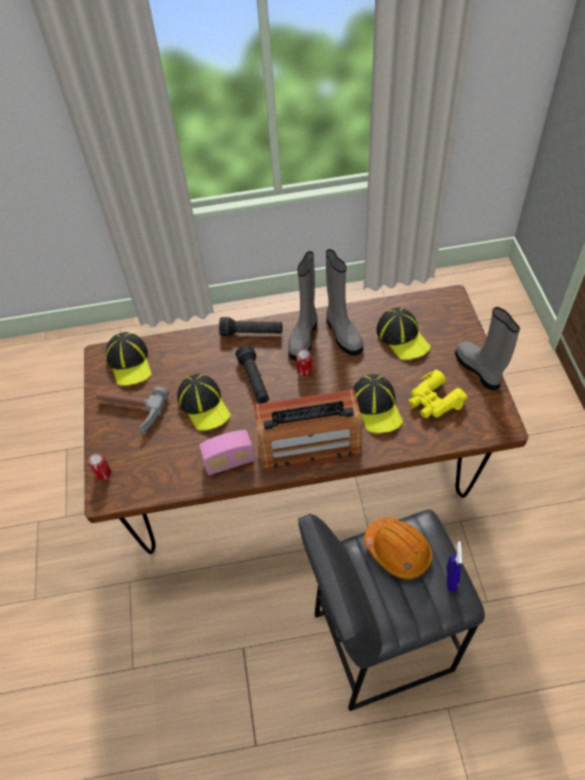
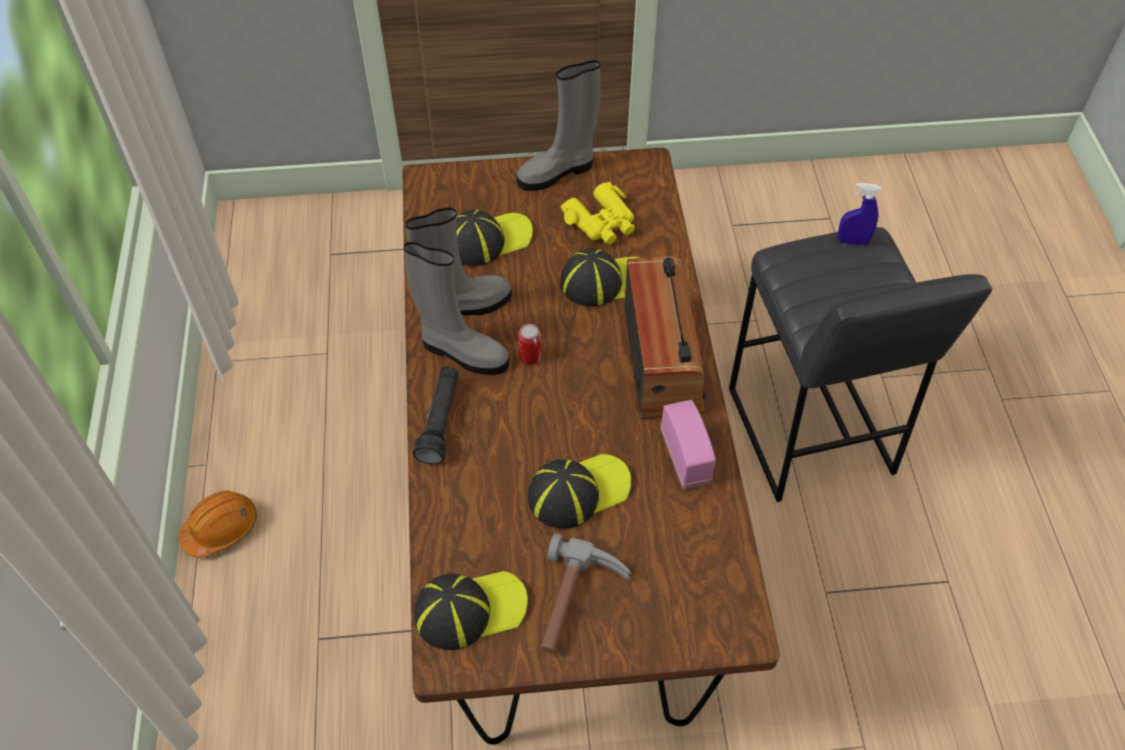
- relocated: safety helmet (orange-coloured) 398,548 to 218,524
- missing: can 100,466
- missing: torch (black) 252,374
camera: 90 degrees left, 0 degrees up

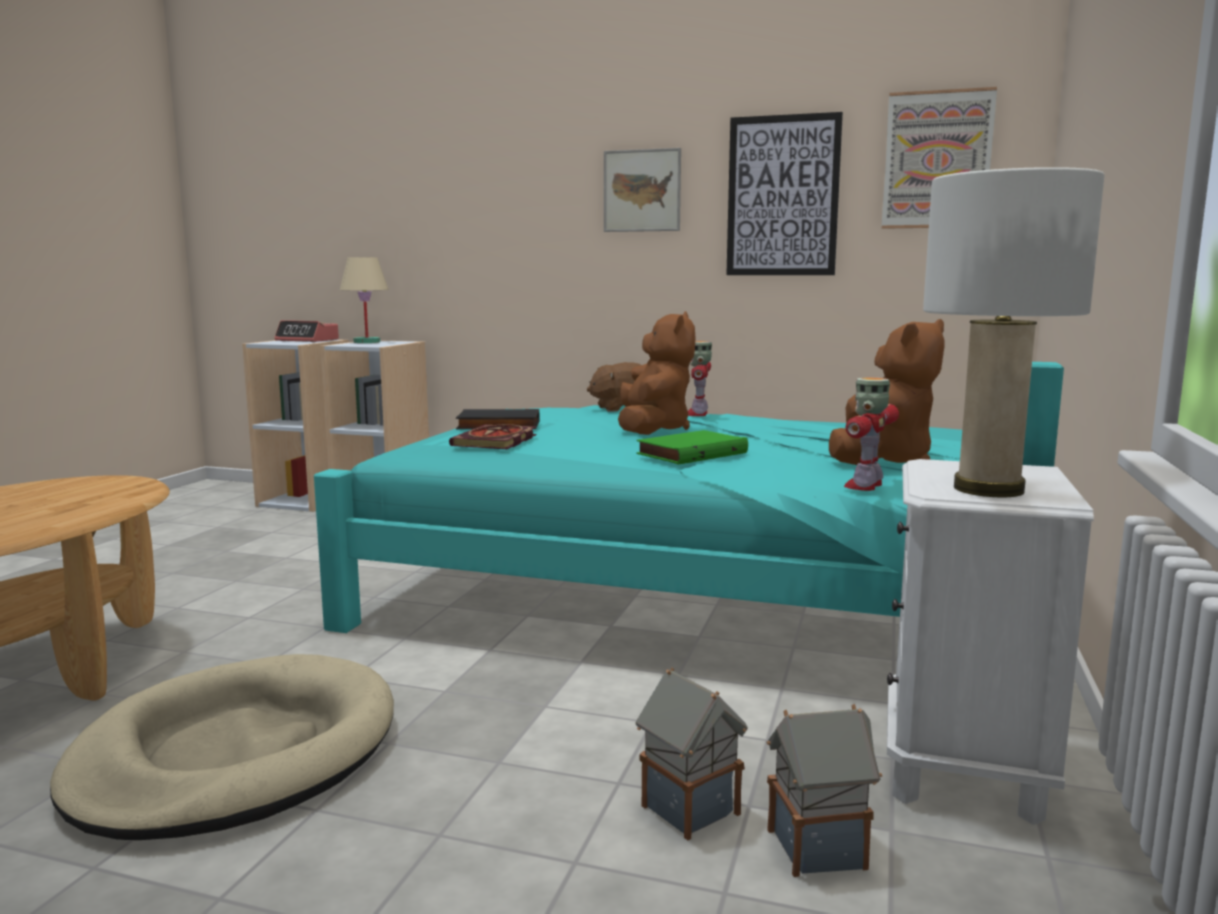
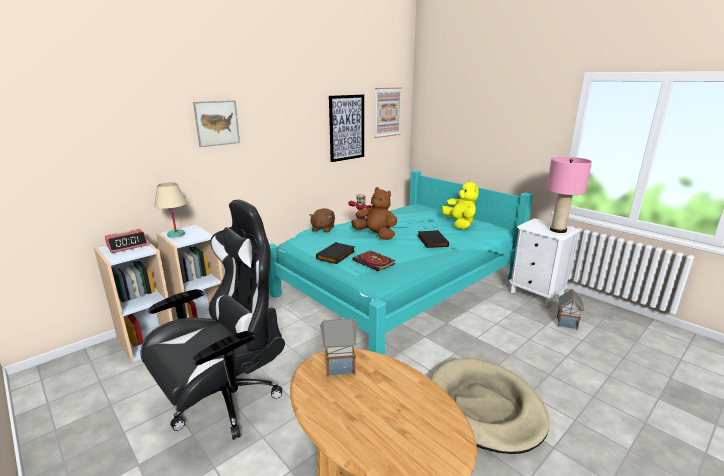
- appeared: computer chair (black) 212,319
- relocated: wall art 642,190 to 216,123
- relocated: model house 692,753 to 338,347
- colour: bound book (green-coloured) 692,447 to bound book (black) 433,239
- colour: cuddly toy (brownish) 887,392 to cuddly toy (yellow) 460,204
- colour: tabletop lamp (whitish) 1013,332 to tabletop lamp (pink-coloured) 569,195
- missing: toy robot 871,434
camera: 60 degrees left, 10 degrees up

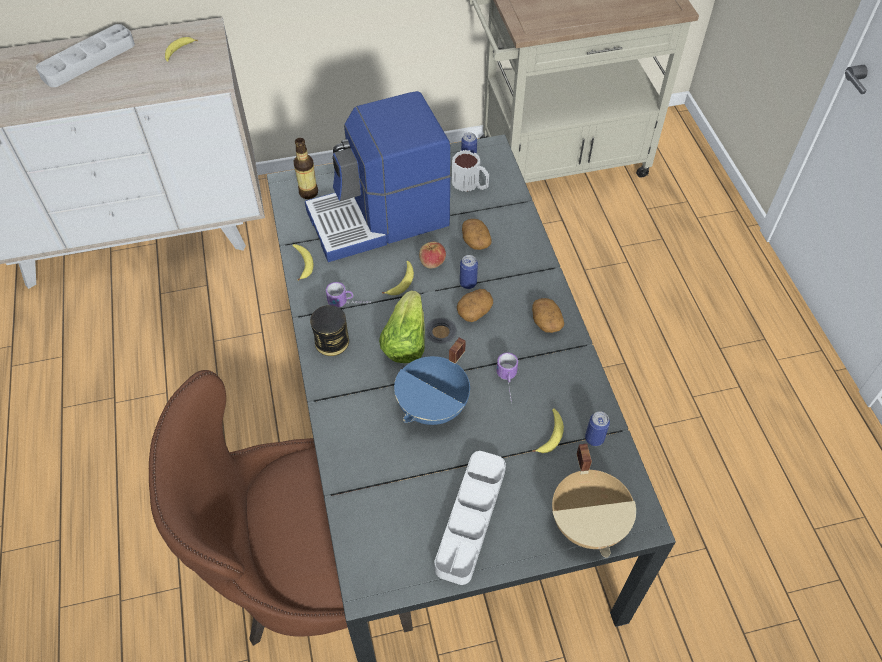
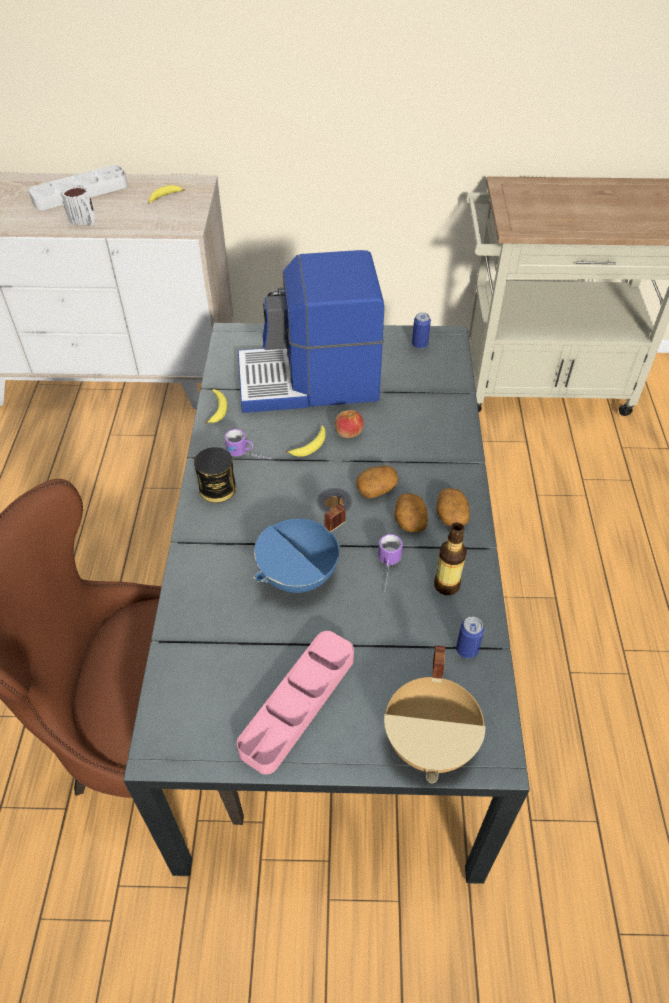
- relocated: mug 470,171 to 78,205
- colour: serving tray (grey) 470,518 to serving tray (pink-coloured) 295,703
- relocated: spud 477,234 to 411,512
- relocated: beverage bottle 306,168 to 450,559
- missing: head of lettuce 402,327
- missing: can 469,272
- missing: whole banana 548,430
camera: 15 degrees right, 5 degrees down

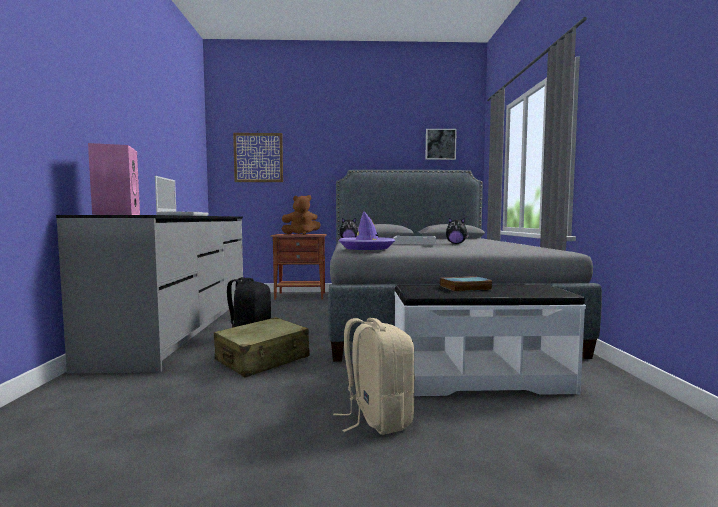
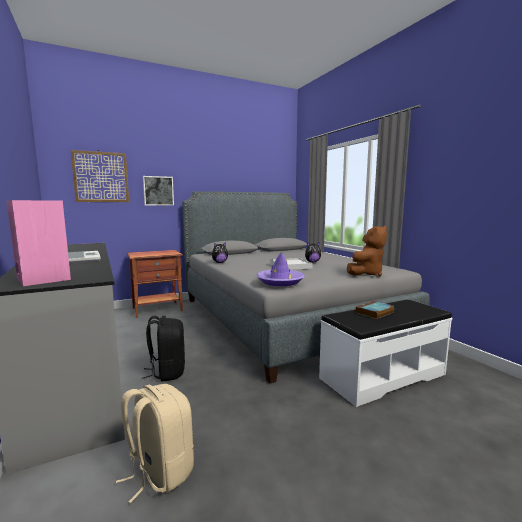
- relocated: rucksack (beige-coloured) 374,376 to 155,444
- relocated: wall art 441,144 to 158,190
- relocated: cuddly toy (brownish) 301,215 to 367,251
- missing: piece of luggage (beige-coloured) 261,347
camera: 25 degrees left, 5 degrees up

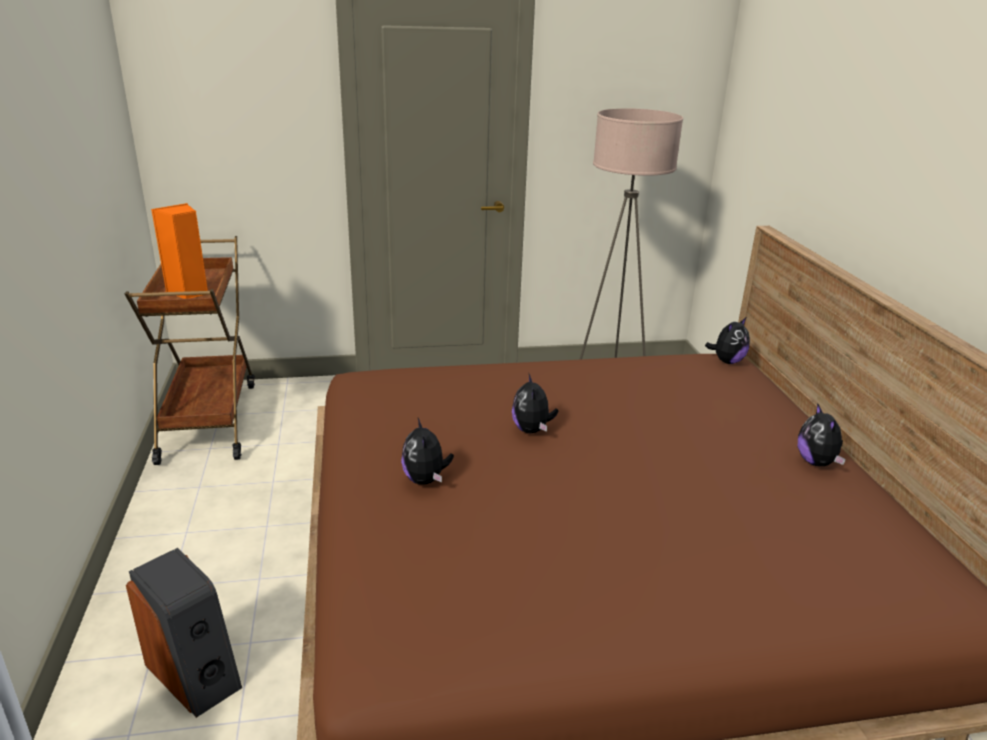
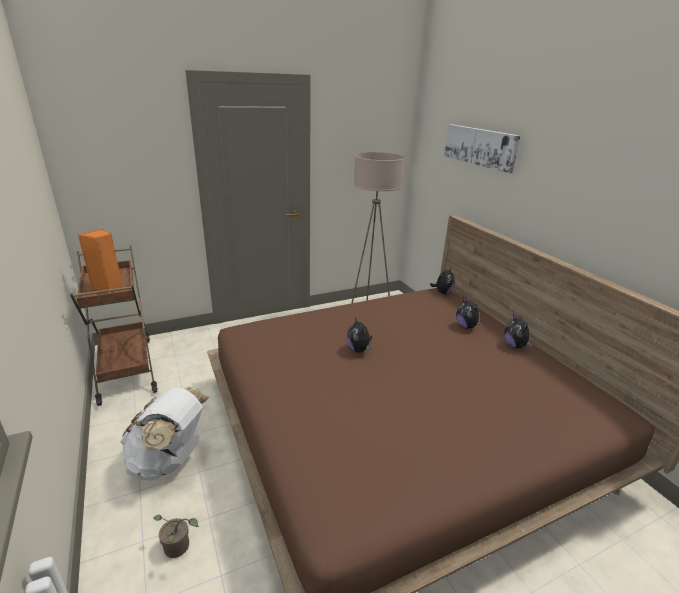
- appeared: rucksack (whitish) 164,434
- exchanged: audio speaker 184,633 to potted plant 176,536
- appeared: wall art 482,148
- relocated: cuddly toy 427,451 to 469,313
camera: 15 degrees left, 0 degrees up

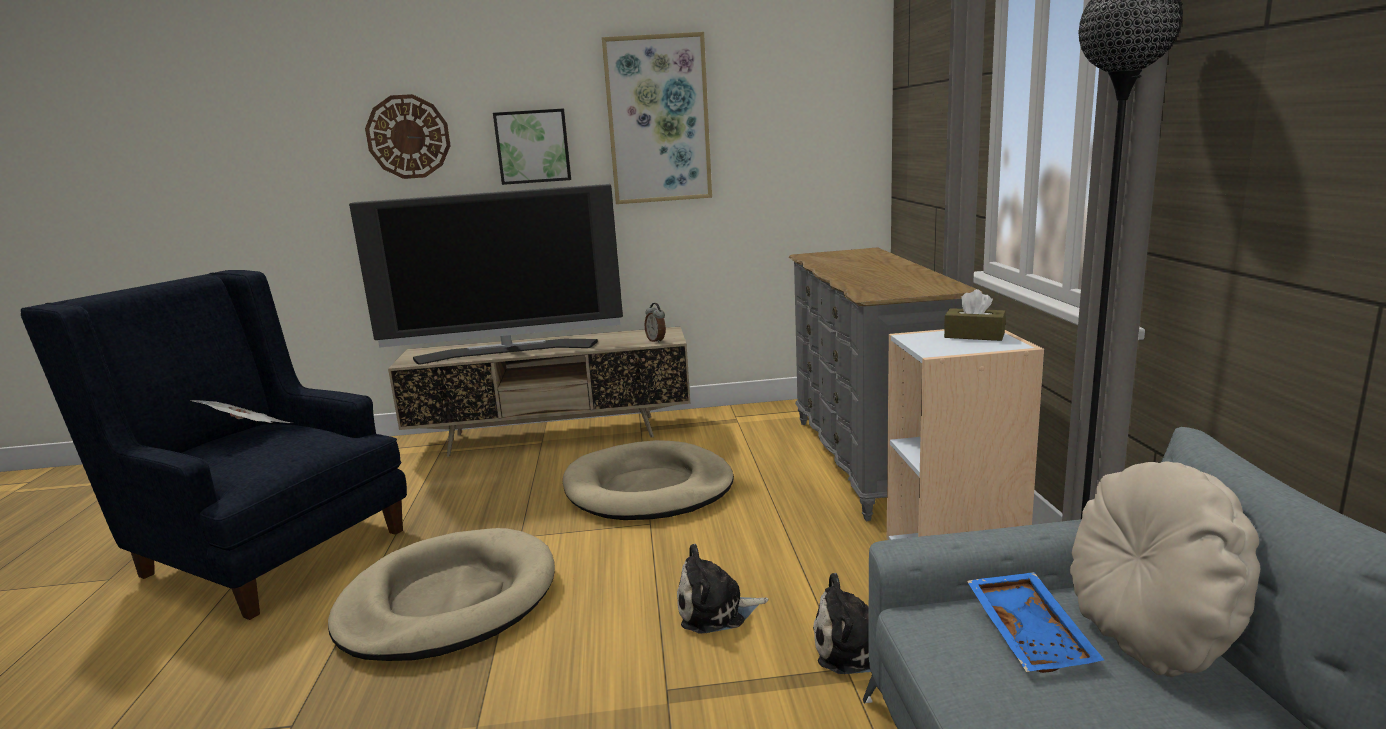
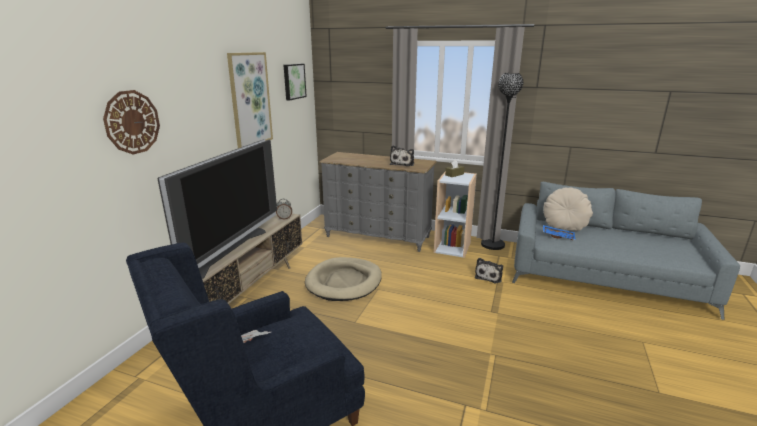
- relocated: wall art 532,147 to 295,82
- relocated: cuddly toy 722,588 to 402,155
- missing: dog cushion (beige-coloured) 441,594
camera: 65 degrees left, 5 degrees up

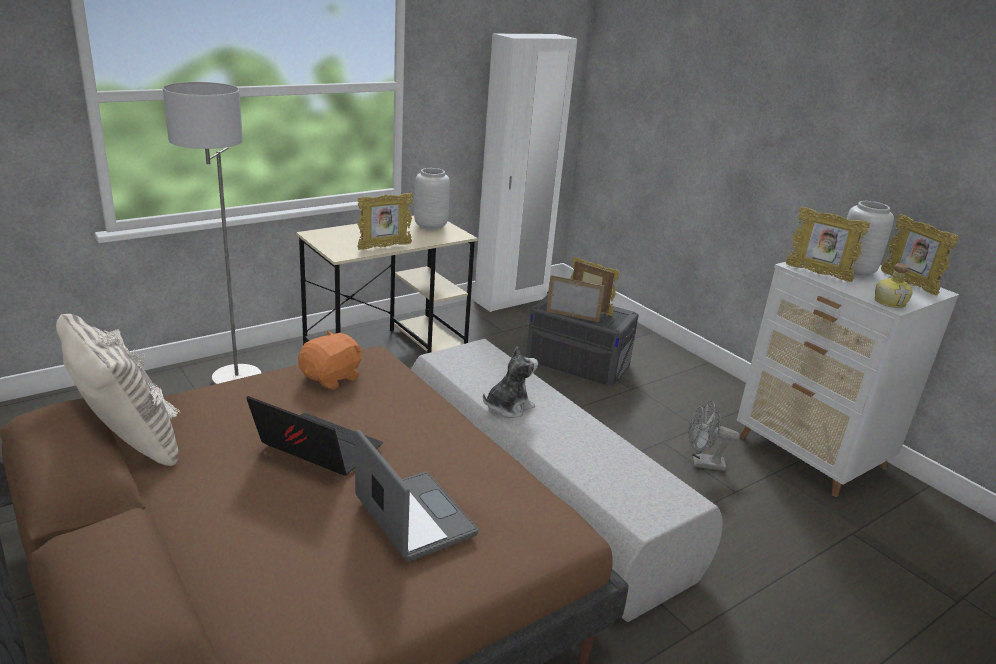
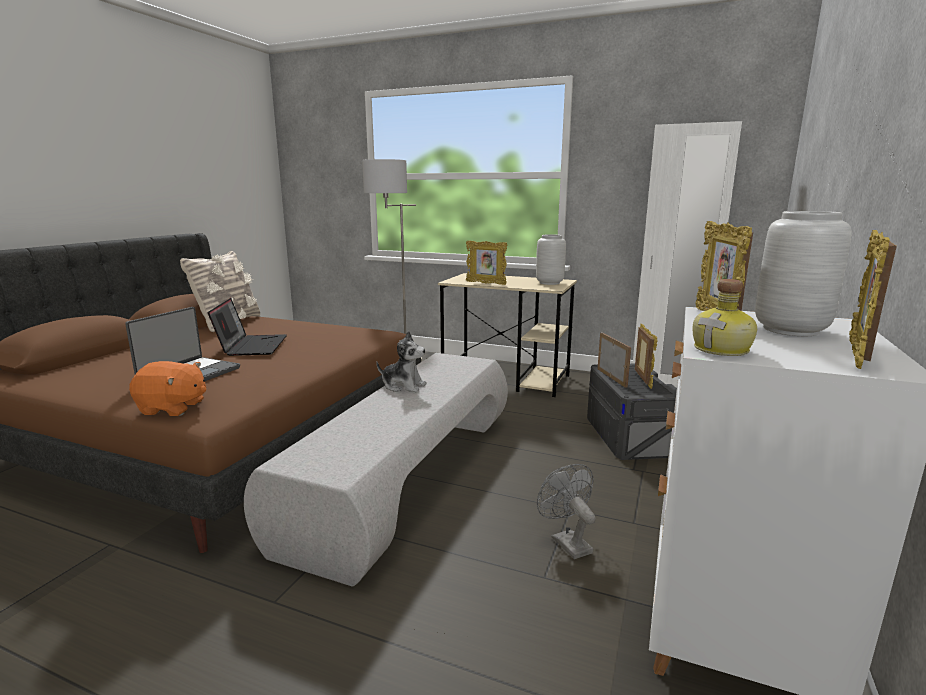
- relocated: cuddly toy (orange-coloured) 330,360 to 167,388
camera: 60 degrees right, 10 degrees down

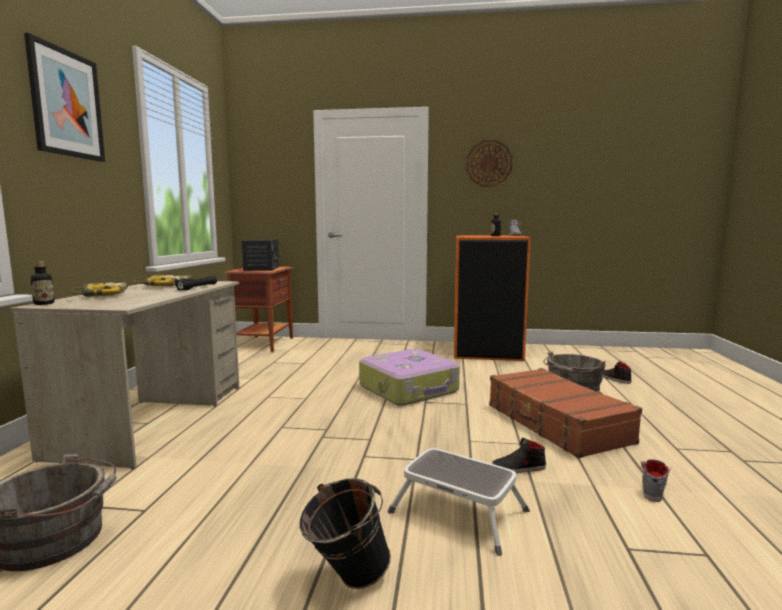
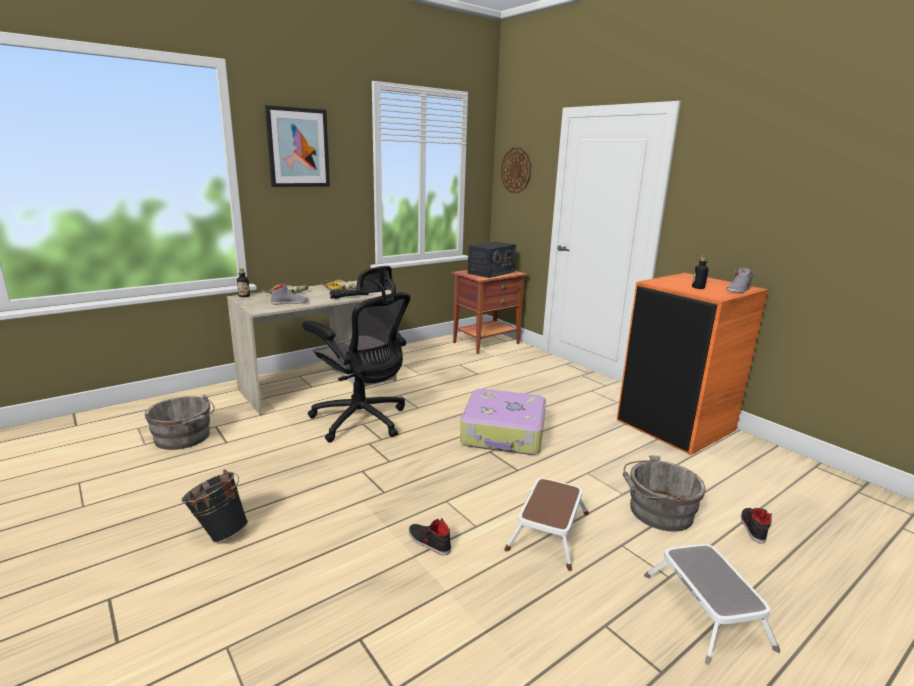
- relocated: item of footwear (grey) 656,480 to 290,293
- appeared: computer chair 356,354
- relocated: wall clock 489,163 to 516,170
- exchanged: piece of luggage (brownish) 565,413 to stepladder (brownish) 546,524
- relocated: stepladder (grey) 458,502 to 712,604
camera: 45 degrees right, 10 degrees up

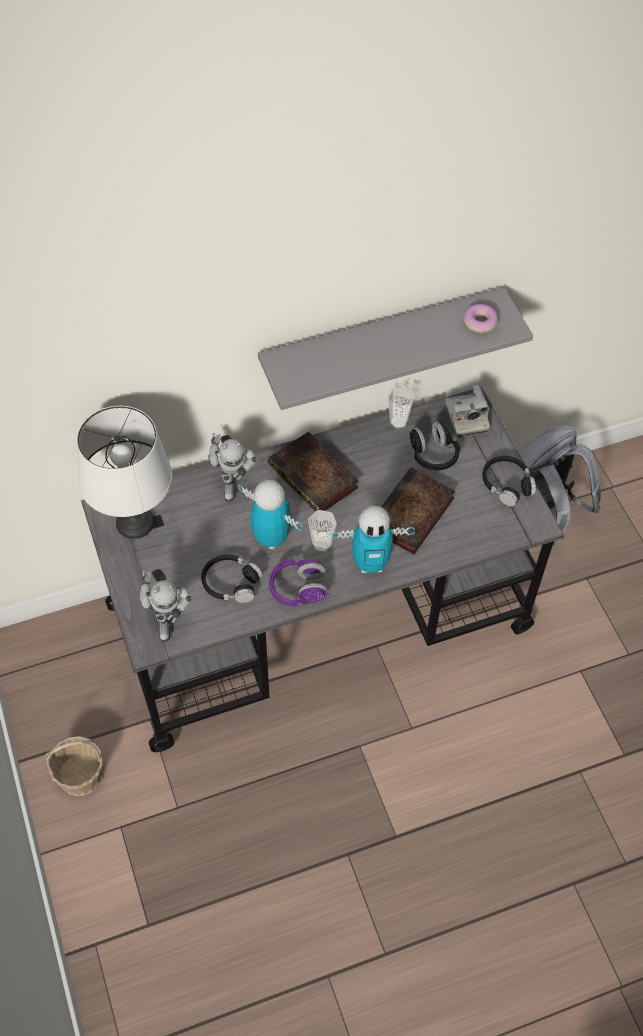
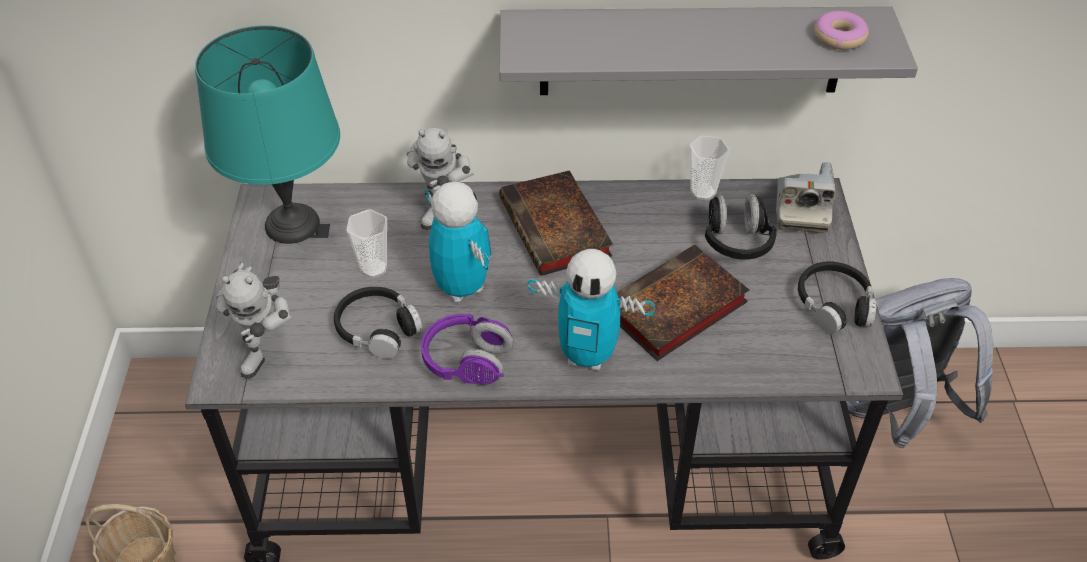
- colour: tabletop lamp (whitish) 124,472 to tabletop lamp (blue-green) 267,134
- relocated: drinking cup 322,531 to 366,244
camera: 20 degrees right, 10 degrees down

